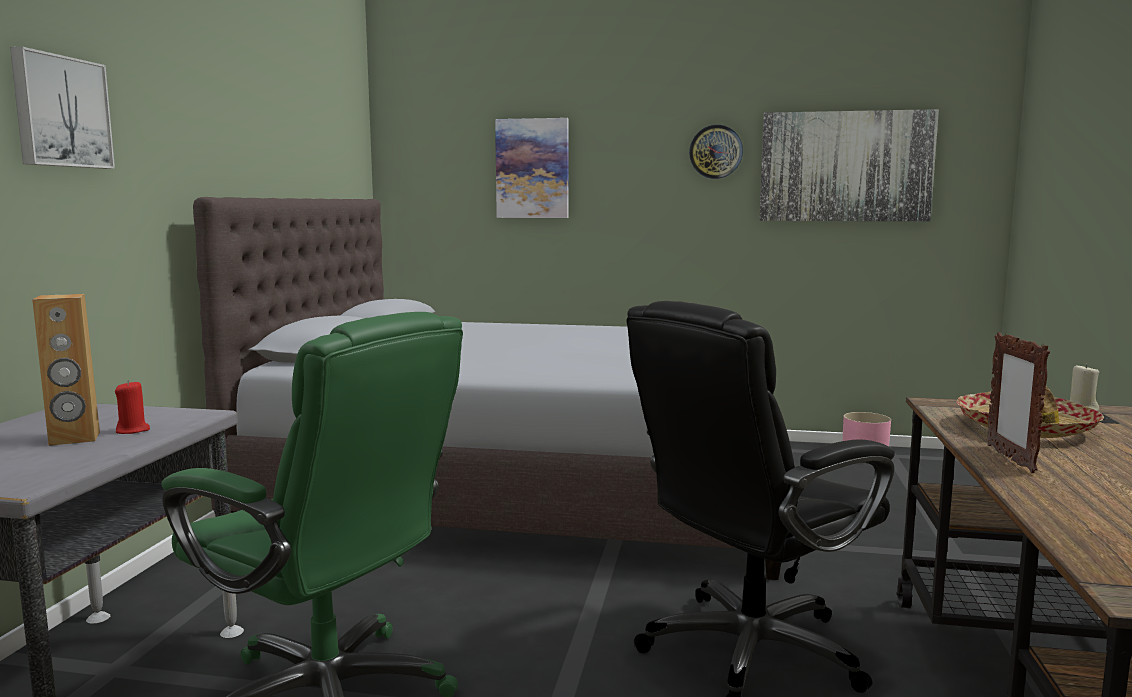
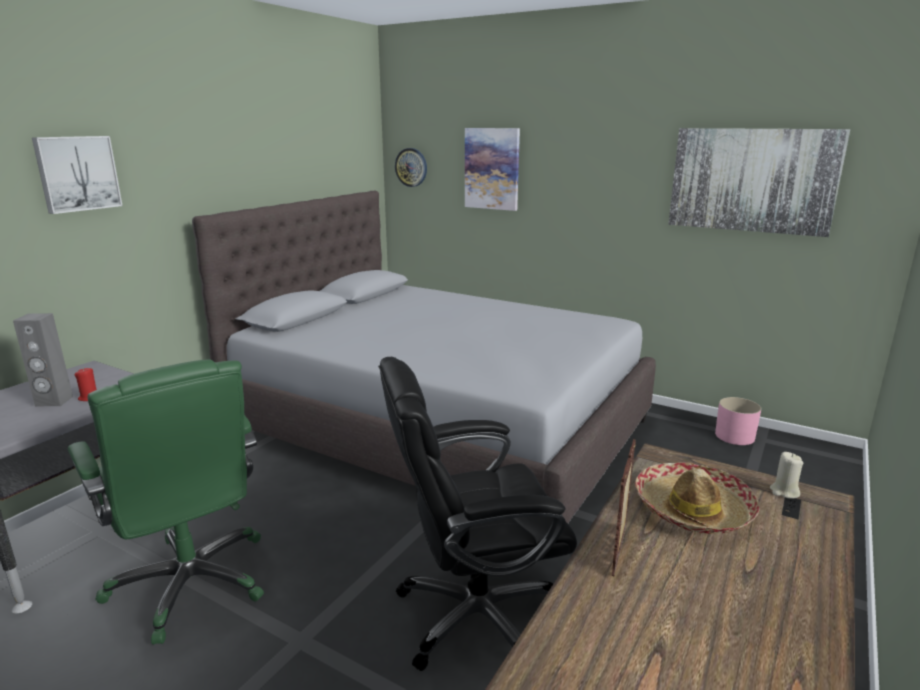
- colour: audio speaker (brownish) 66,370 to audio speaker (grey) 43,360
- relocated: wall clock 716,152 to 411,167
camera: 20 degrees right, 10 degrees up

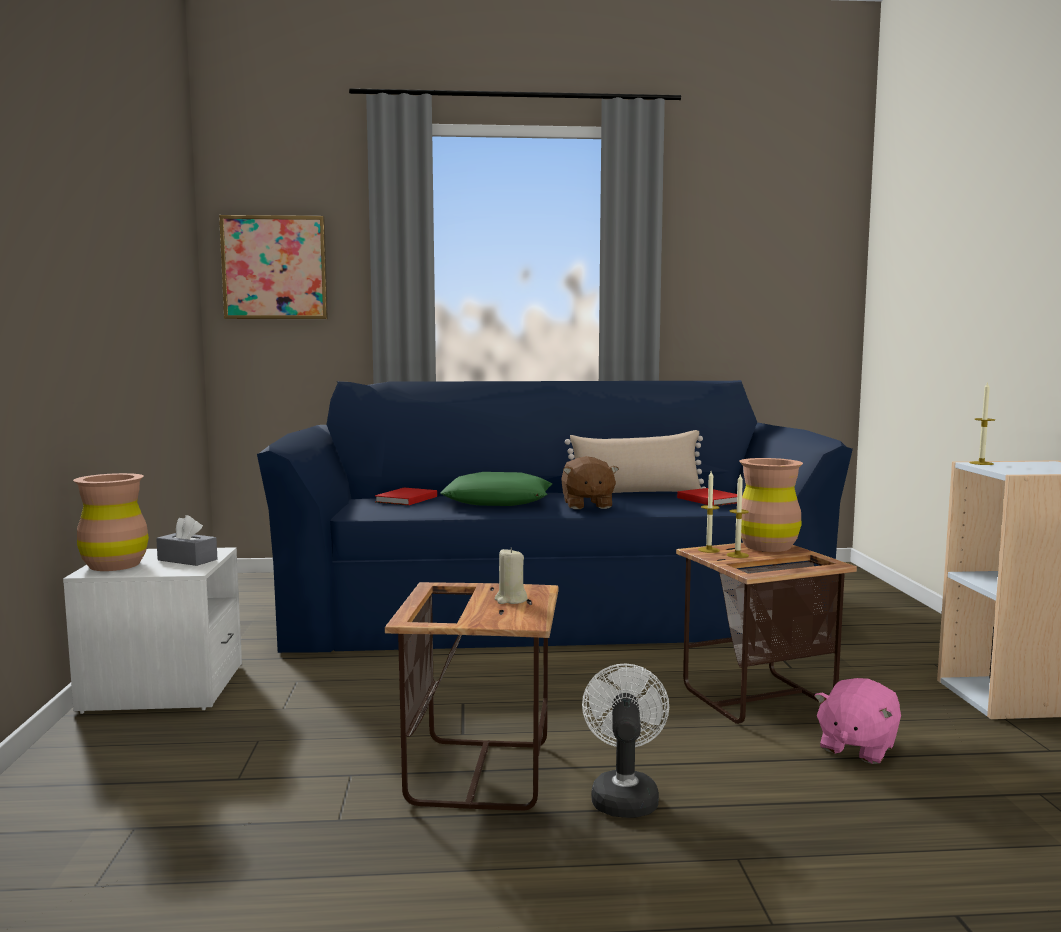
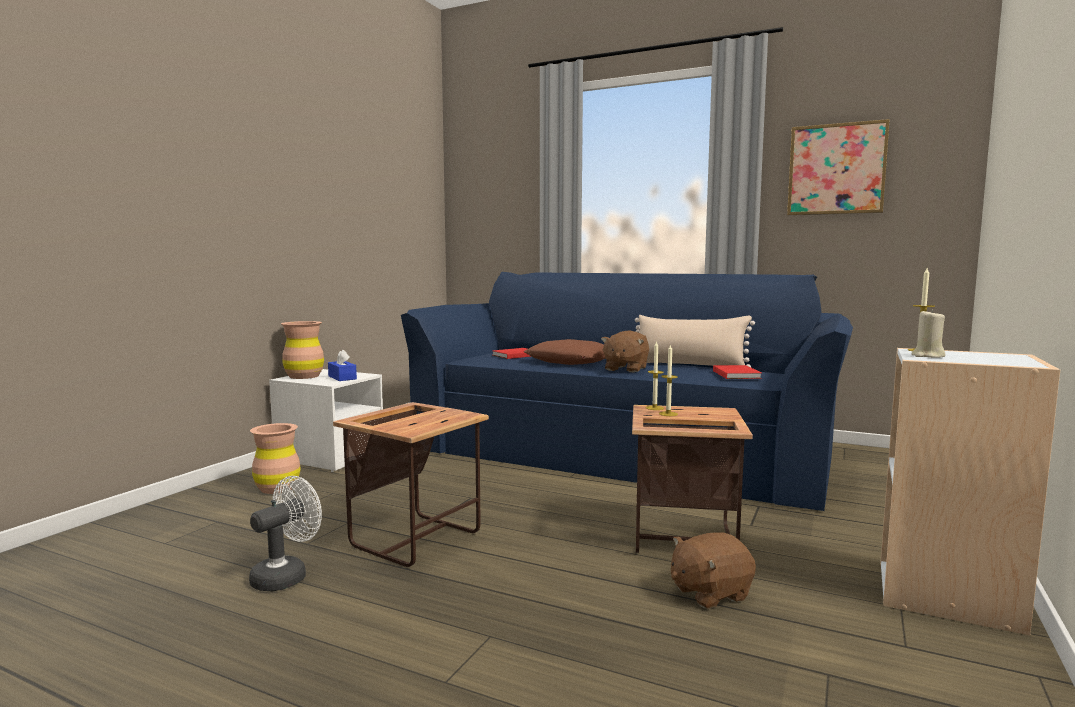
- relocated: cooling fan (whitish) 625,741 to 285,534
- relocated: flower vase (brownish) 771,505 to 275,458
- colour: tissue box (grey) 186,540 to tissue box (blue-coloured) 342,365
- colour: throw pillow (green-coloured) 496,489 to throw pillow (brownish) 565,352
- colour: cuddly toy (pink-coloured) 857,721 to cuddly toy (brownish) 713,570
- relocated: wall art 273,267 to 838,167
- relocated: wax candle (beige-coloured) 511,576 to 928,333
camera: 30 degrees right, 0 degrees up

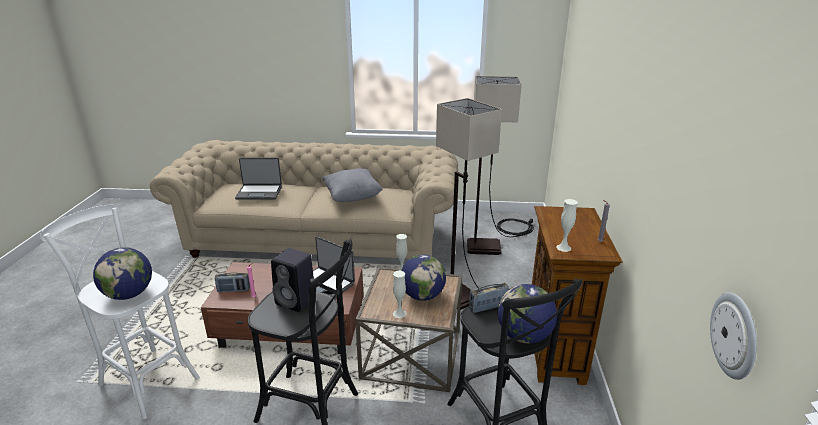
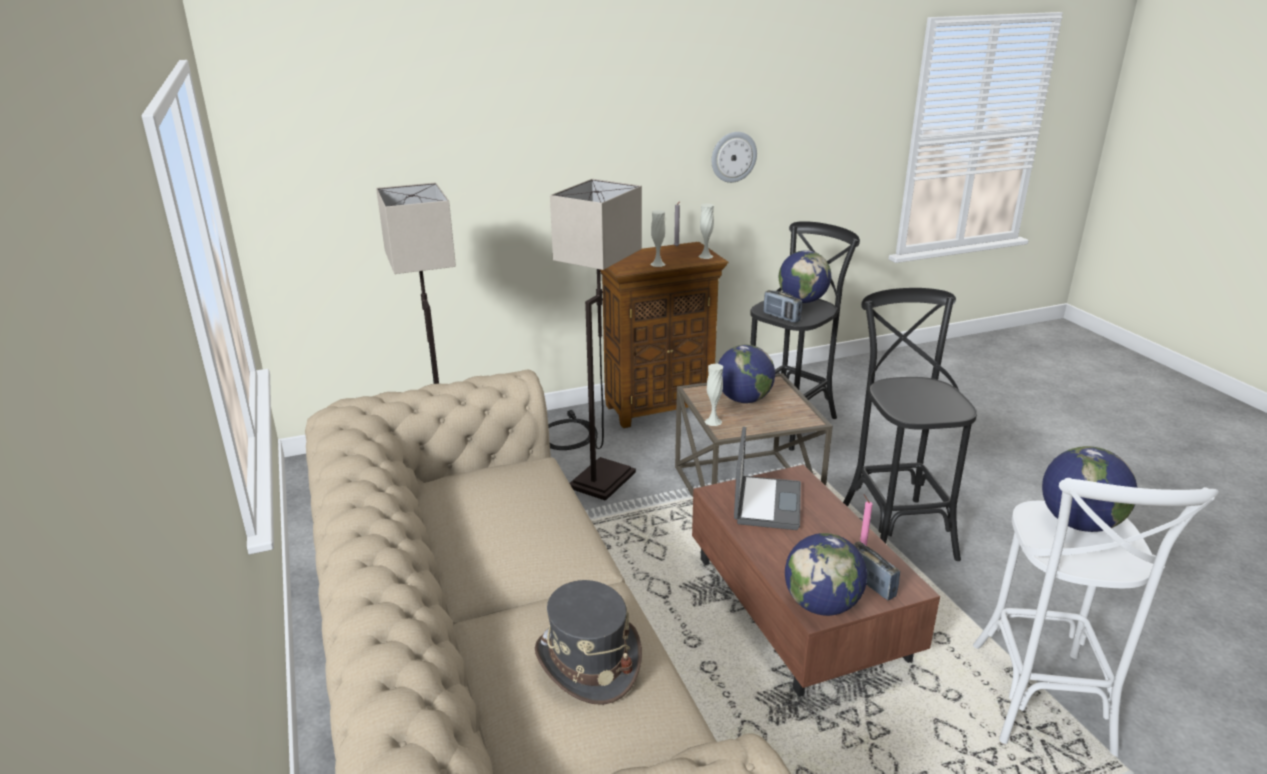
- exchanged: portable computer 258,179 to clothing hat (grey) 588,642
- relocated: flower vase (whitish) 399,294 to 658,238
- relocated: wall clock 733,336 to 734,157
- appeared: desk globe 826,574
- missing: audio speaker (black) 292,280
- missing: throw pillow (grey) 353,185
camera: 115 degrees left, 0 degrees up

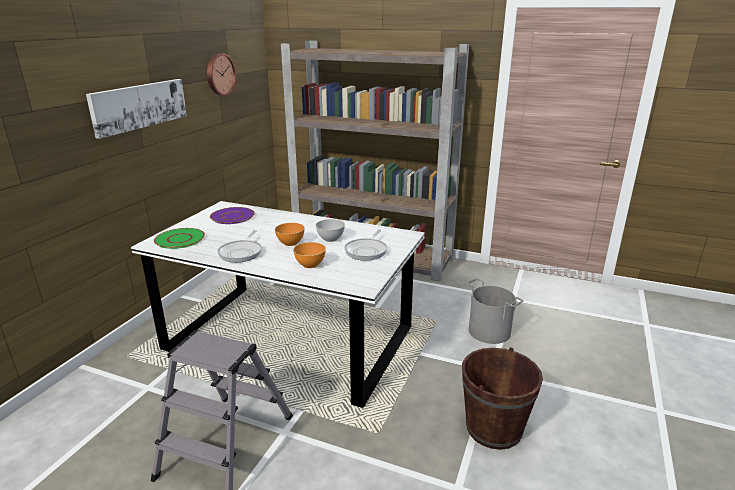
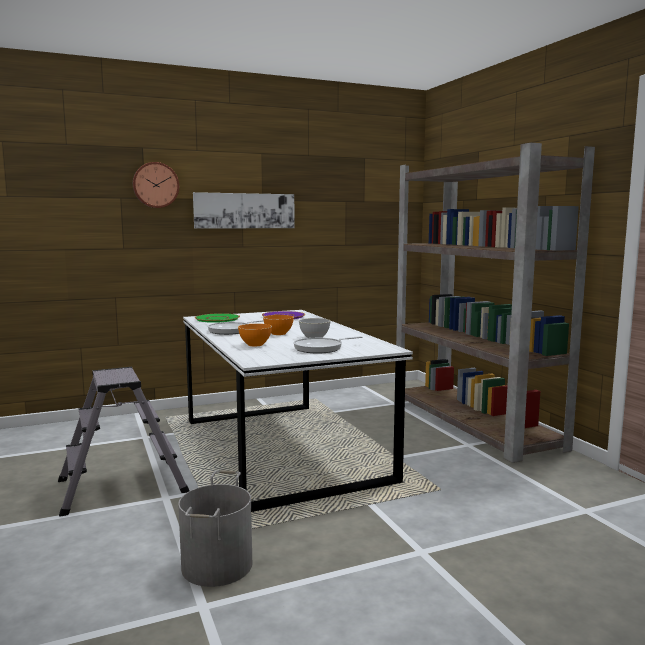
- relocated: wall clock 221,74 to 156,185
- relocated: pail (grey) 494,311 to 215,529
- missing: pail (brownish) 502,398
camera: 45 degrees right, 15 degrees down

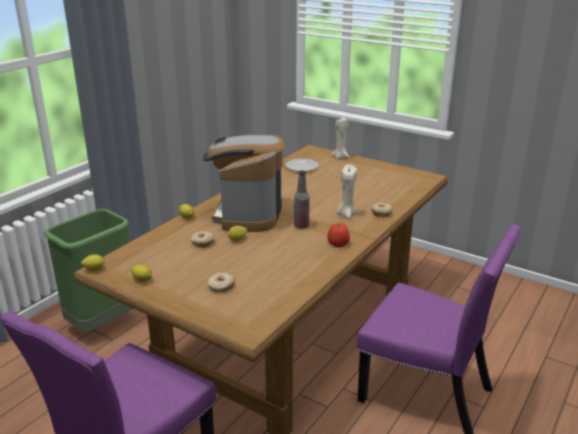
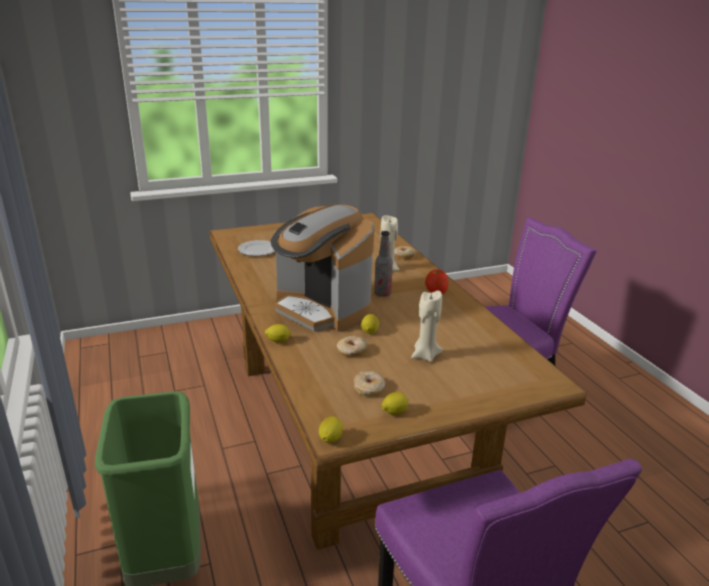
- relocated: donut 221,282 to 369,383
- relocated: wax candle (beige-coloured) 340,138 to 427,326
camera: 55 degrees left, 0 degrees up

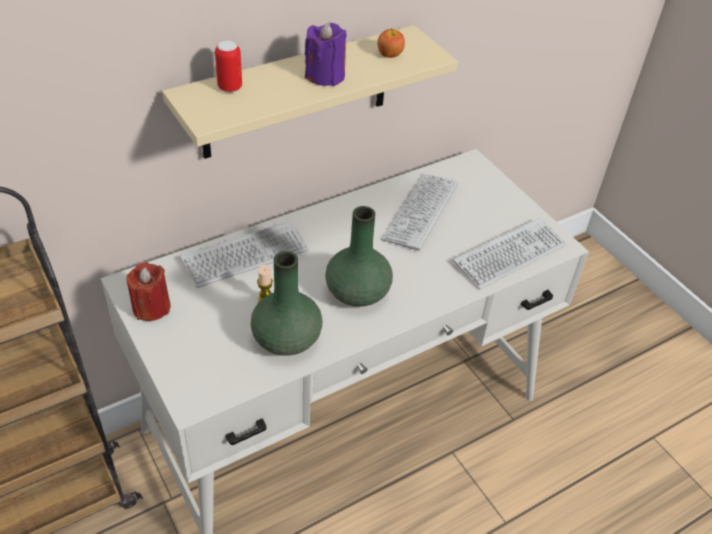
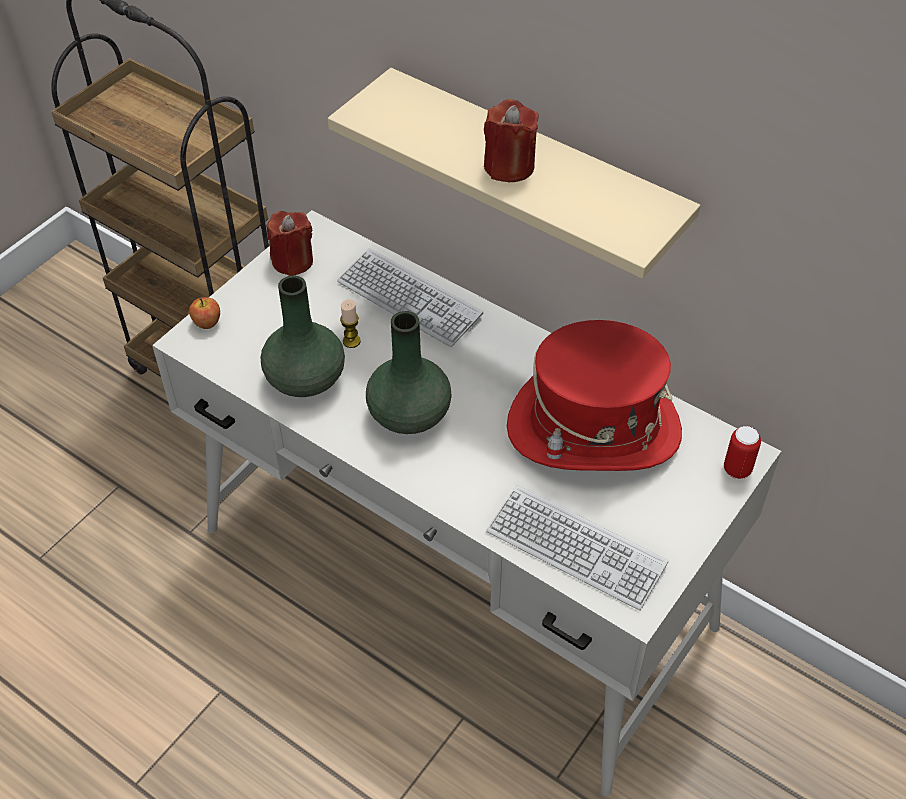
- relocated: whole apple 391,43 to 204,313
- colour: wax candle (purple-coloured) 326,54 to wax candle (reddish) 511,140
- exchanged: computer keyboard 419,212 to clothing hat (reddish) 594,395
- relocated: can 228,67 to 742,452
camera: 70 degrees right, 5 degrees up

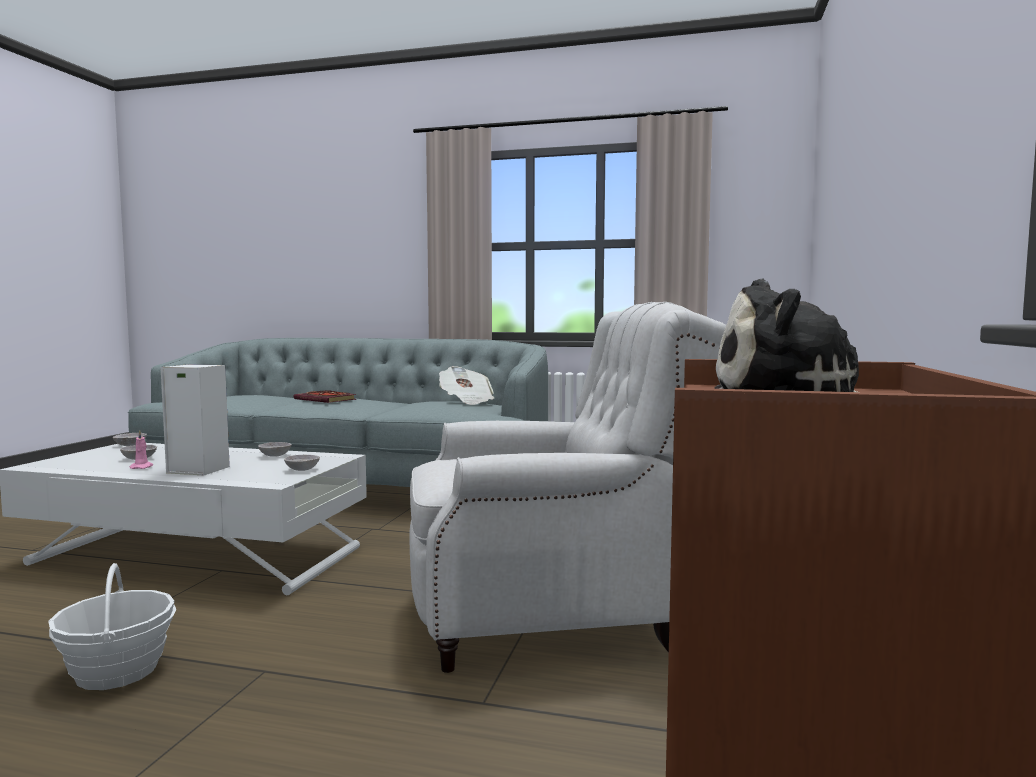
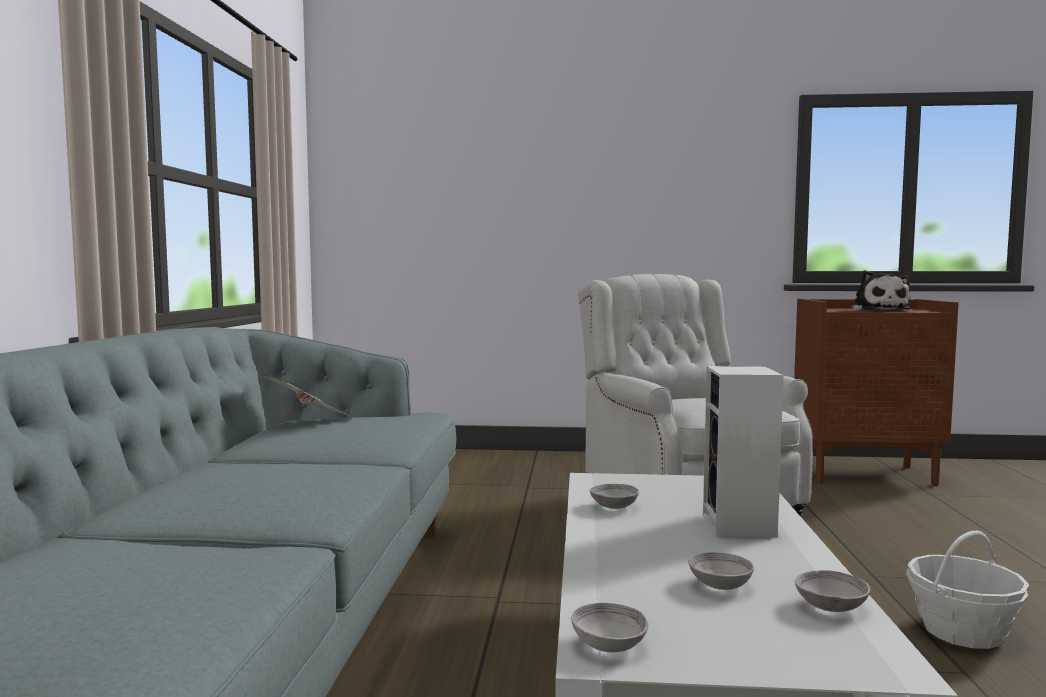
- relocated: deep dish (grey) 302,463 to 832,591
- missing: wax candle (pink-coloured) 141,449
- missing: bound book 325,396
camera: 100 degrees left, 0 degrees up

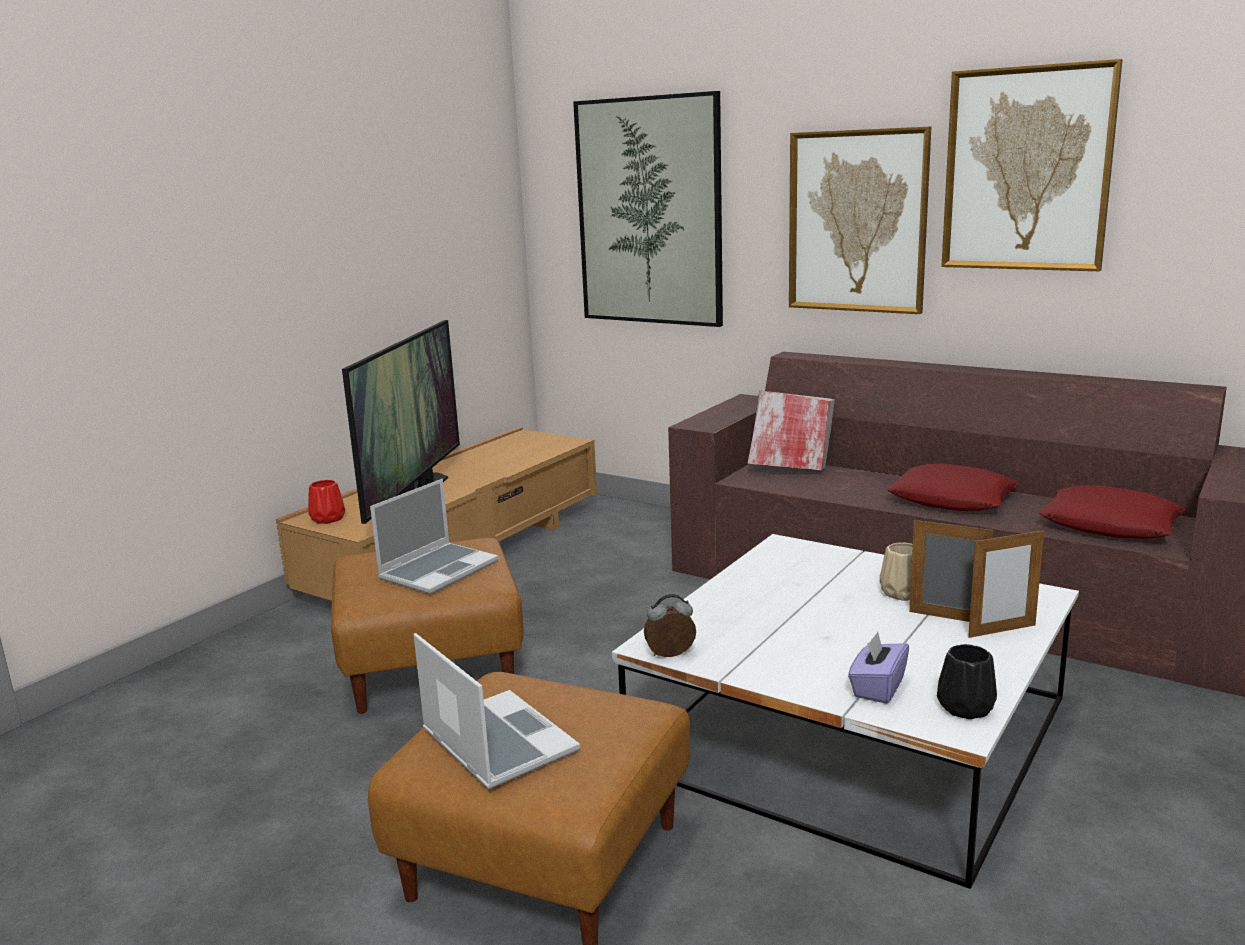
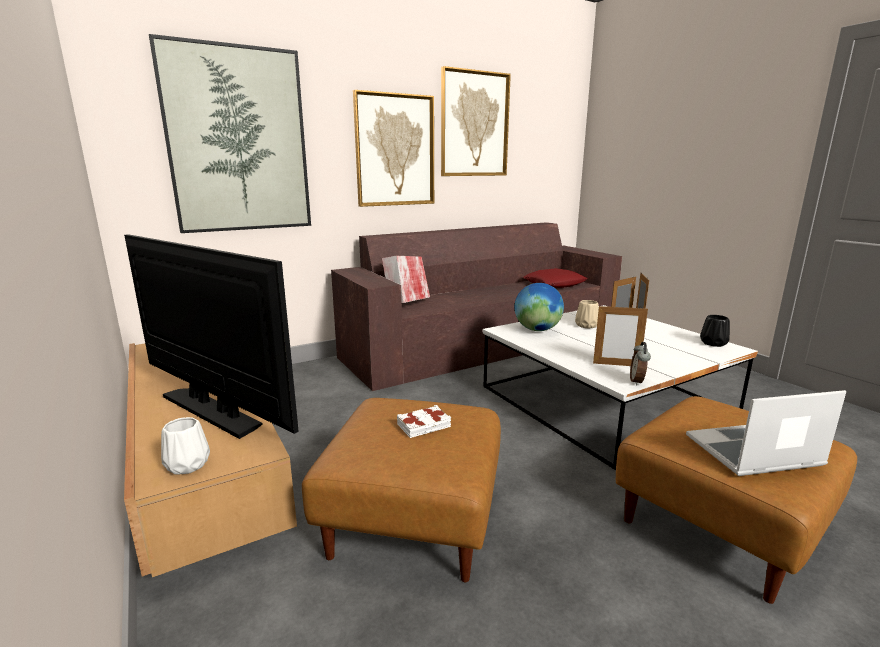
- colour: flower vase (reddish) 326,502 to flower vase (whitish) 185,446
- exchanged: portable computer 434,536 to bound book (whitish) 424,421
- appeared: desk globe 539,307
- appeared: photo frame 620,335
- missing: tissue box (purple-coloured) 878,668
- missing: throw pillow (reddish) 953,487
camera: 65 degrees left, 0 degrees up

